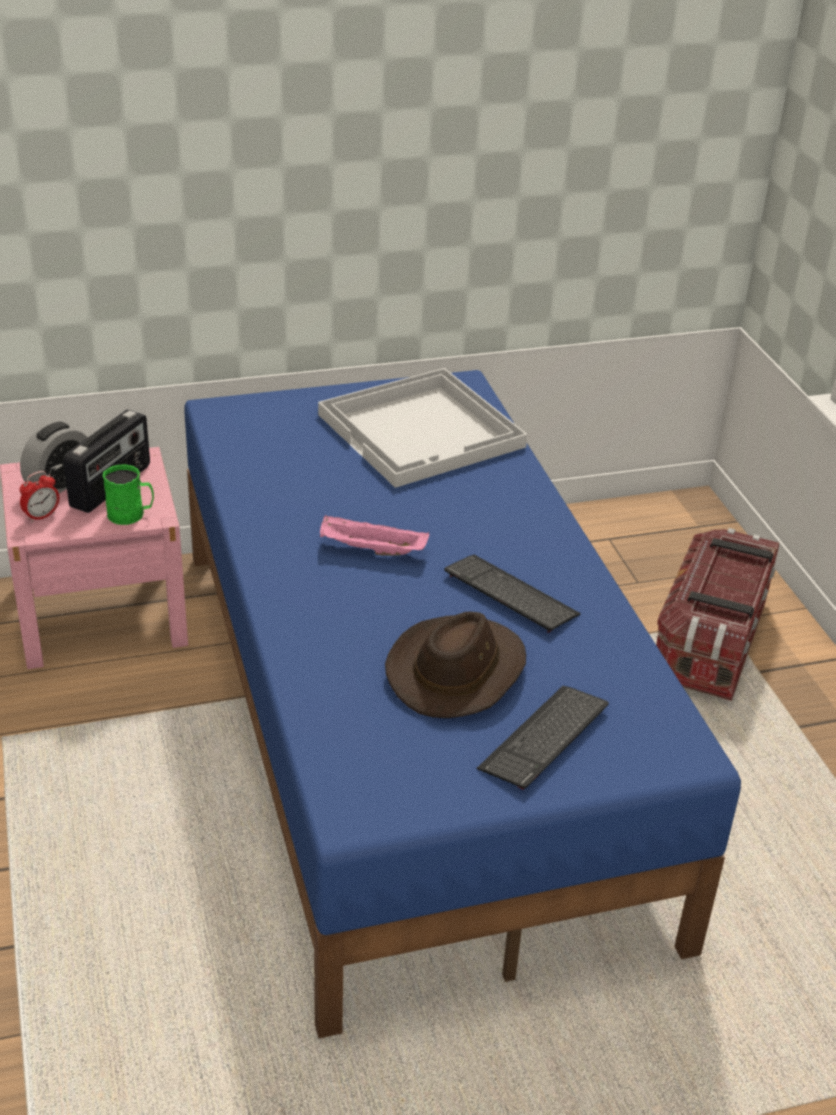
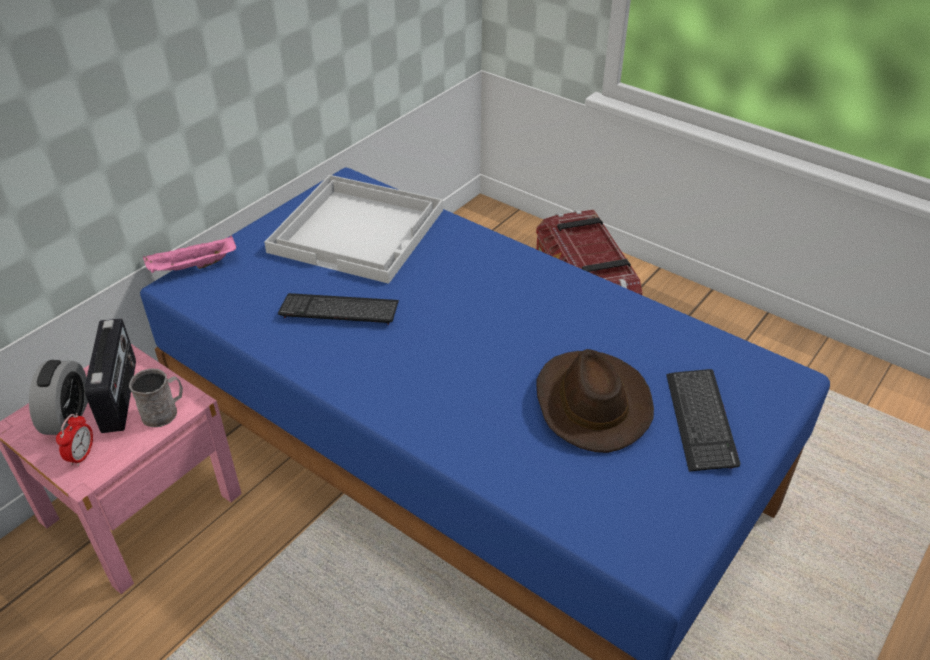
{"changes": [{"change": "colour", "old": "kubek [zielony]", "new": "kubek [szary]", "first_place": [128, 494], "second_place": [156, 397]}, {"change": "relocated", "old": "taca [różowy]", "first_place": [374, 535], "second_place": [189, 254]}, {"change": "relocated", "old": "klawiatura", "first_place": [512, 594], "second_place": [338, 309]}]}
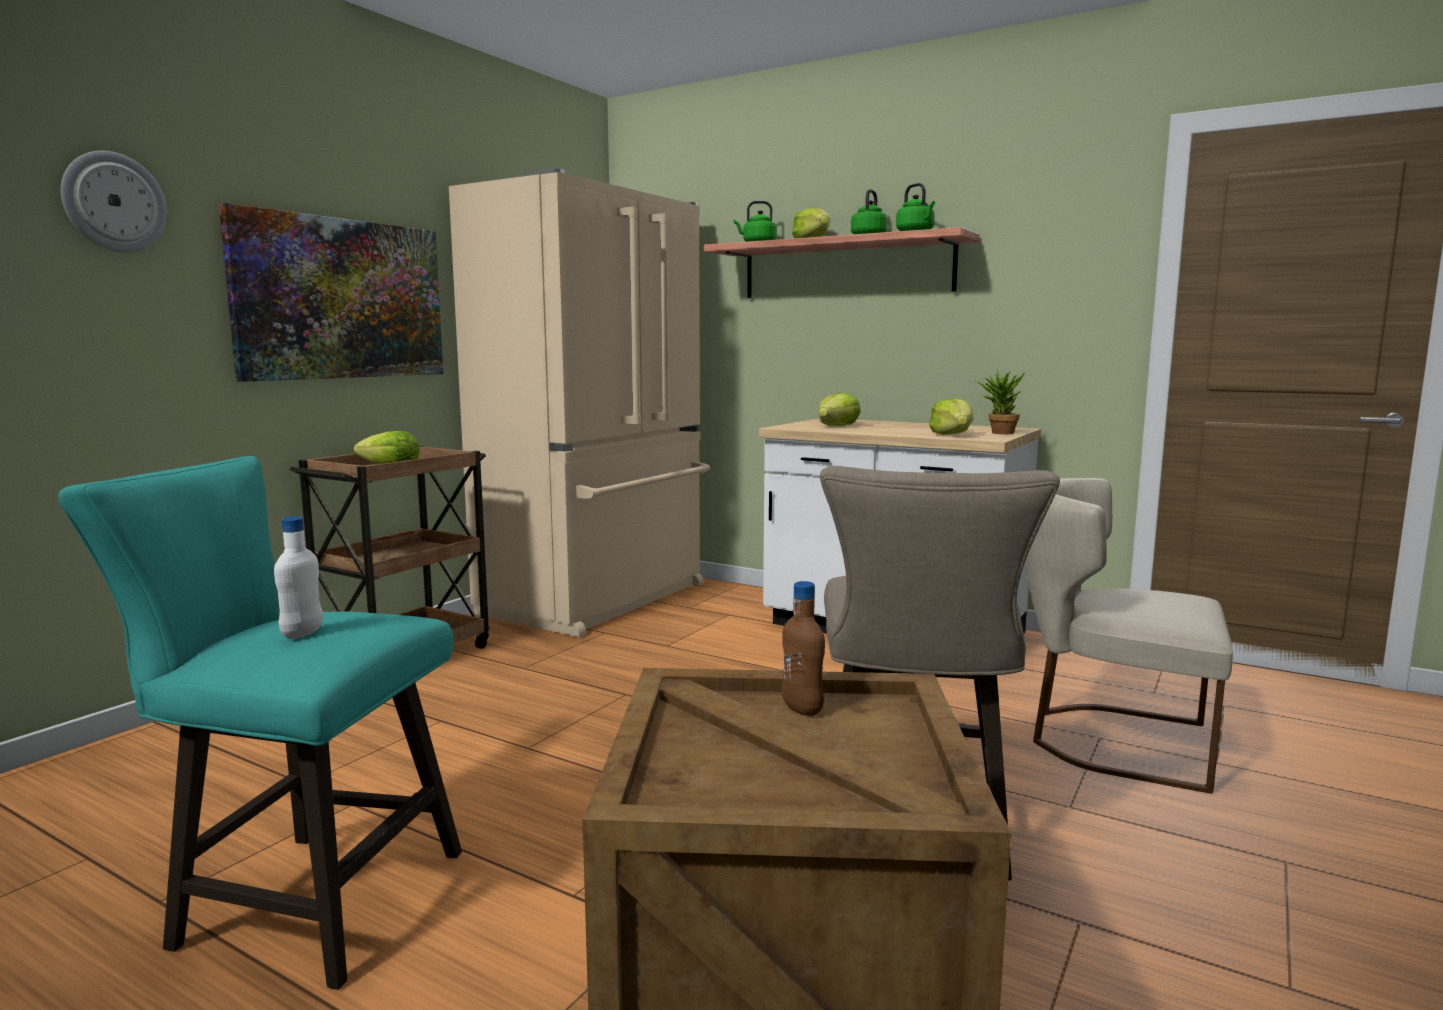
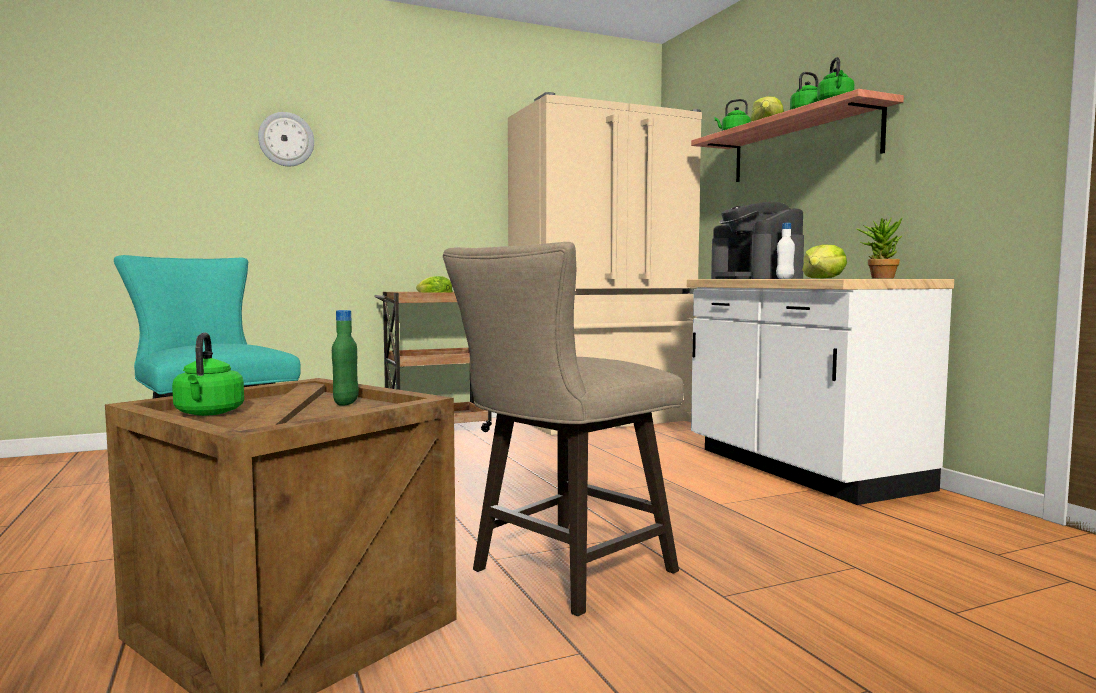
{"changes": [{"change": "missing", "old": "obraz", "first_place": [331, 292]}, {"change": "exchanged", "old": "sałata", "new": "ekspres do kawy", "first_place": [840, 409], "second_place": [757, 240]}, {"change": "missing", "old": "krzesło [beżowy]", "first_place": [1129, 636]}, {"change": "relocated", "old": "butelka [biały]", "first_place": [298, 577], "second_place": [785, 251]}, {"change": "colour", "old": "butelka [brązowy]", "new": "butelka [zielony]", "first_place": [803, 648], "second_place": [345, 358]}, {"change": "appeared", "new": "czajnik [zielony]", "second_place": [208, 374]}]}
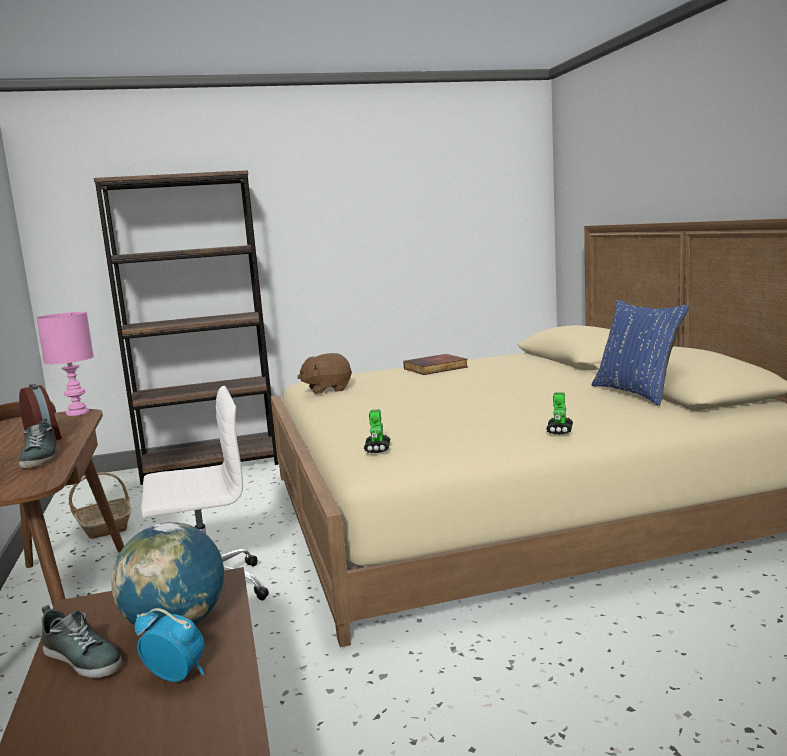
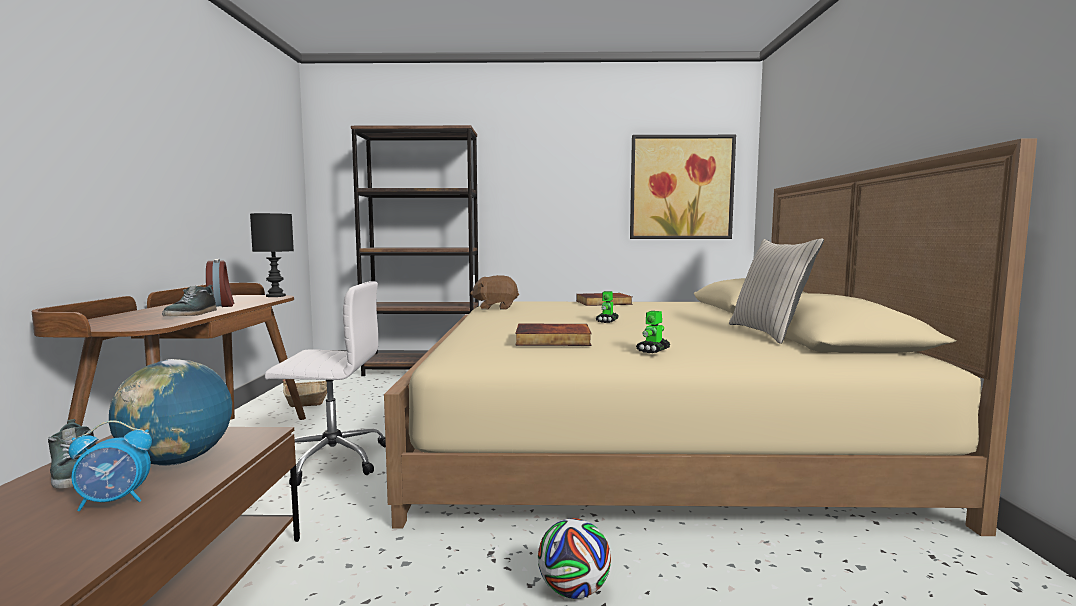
{"changes": [{"change": "colour", "old": "poduszka [niebieski]", "new": "poduszka [beżowy]", "first_place": [640, 352], "second_place": [776, 291]}, {"change": "colour", "old": "lampa stołowa [różowy]", "new": "lampa stołowa [czarny]", "first_place": [65, 364], "second_place": [272, 255]}, {"change": "relocated", "old": "robot zabawkowy", "first_place": [377, 431], "second_place": [607, 307]}, {"change": "spun", "old": "budzik", "first_place": [169, 645], "second_place": [110, 465], "degrees": 120}, {"change": "appeared", "new": "obraz", "second_place": [683, 187]}, {"change": "appeared", "new": "książka", "second_place": [553, 335]}, {"change": "appeared", "new": "piłka futbolowa", "second_place": [574, 558]}]}
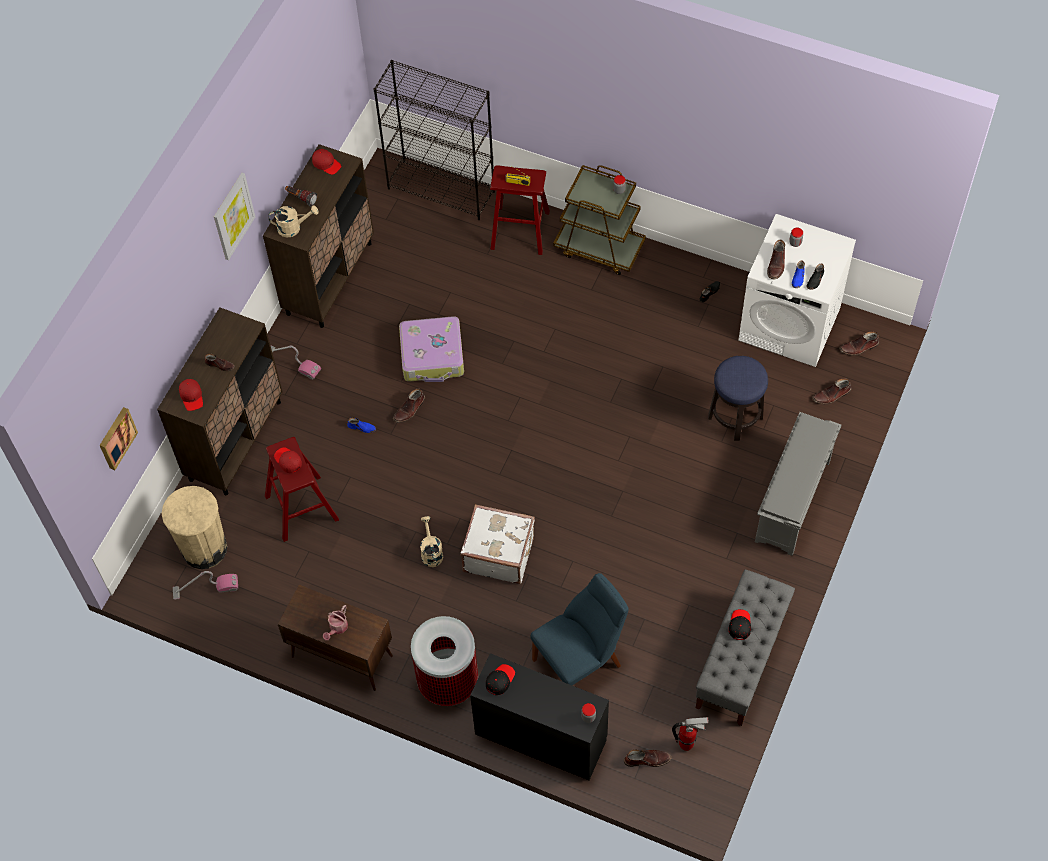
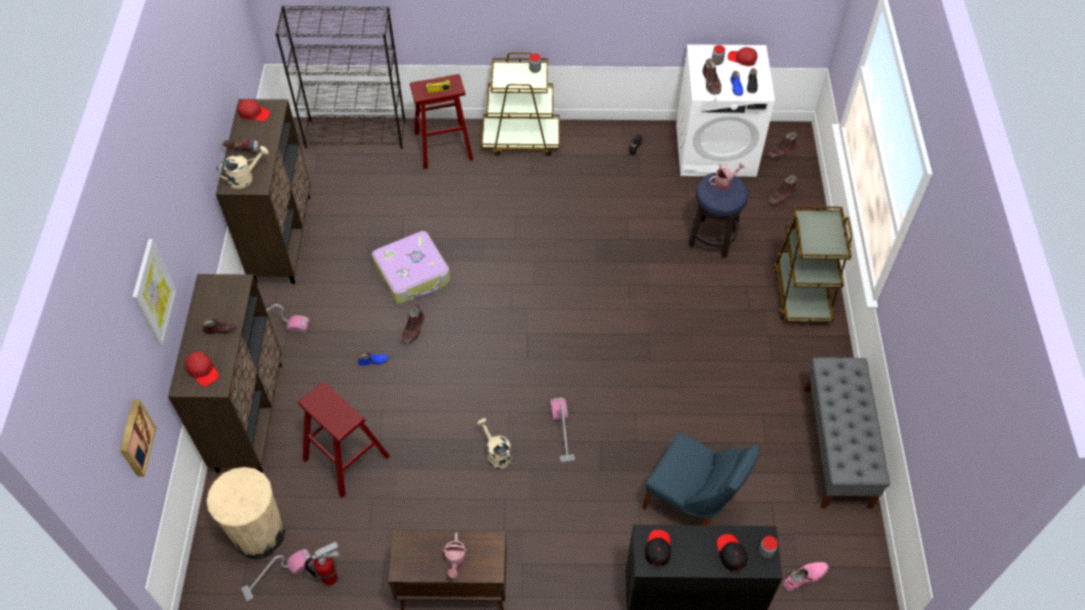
{"changes": [{"change": "relocated", "old": "obraz", "first_place": [234, 216], "second_place": [154, 292]}, {"change": "exchanged", "old": "regał na buty [szary]", "new": "wózek [brązowy]", "first_place": [798, 484], "second_place": [813, 264]}, {"change": "relocated", "old": "czapka z daszkiem [czerwony]", "first_place": [288, 460], "second_place": [743, 56]}, {"change": "exchanged", "old": "walizka [biały]", "new": "odkurzacz", "first_place": [497, 544], "second_place": [562, 430]}, {"change": "spun", "old": "krzesło [niebieski]", "first_place": [580, 629], "second_place": [701, 478], "degrees": 90}, {"change": "relocated", "old": "czapka z daszkiem [czarny]", "first_place": [740, 624], "second_place": [732, 552]}, {"change": "missing", "old": "kosz na śmieci", "first_place": [444, 661]}, {"change": "relocated", "old": "gaśnica", "first_place": [690, 734], "second_place": [323, 563]}, {"change": "colour", "old": "but z cholewką [brązowy]", "new": "but z cholewką [różowy]", "first_place": [647, 758], "second_place": [806, 576]}, {"change": "appeared", "new": "konewka", "second_place": [727, 176]}]}
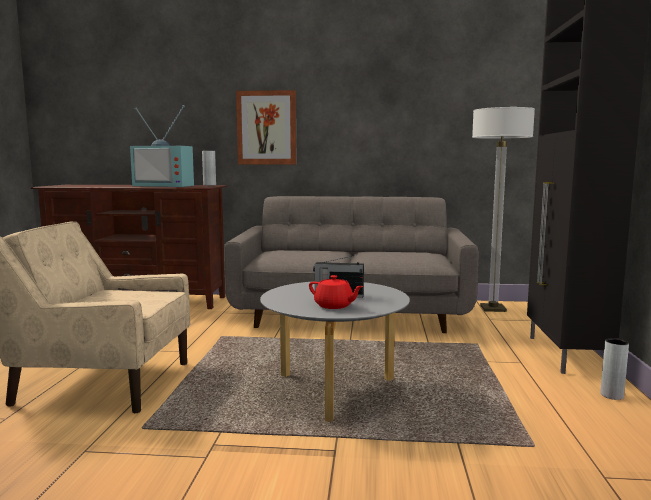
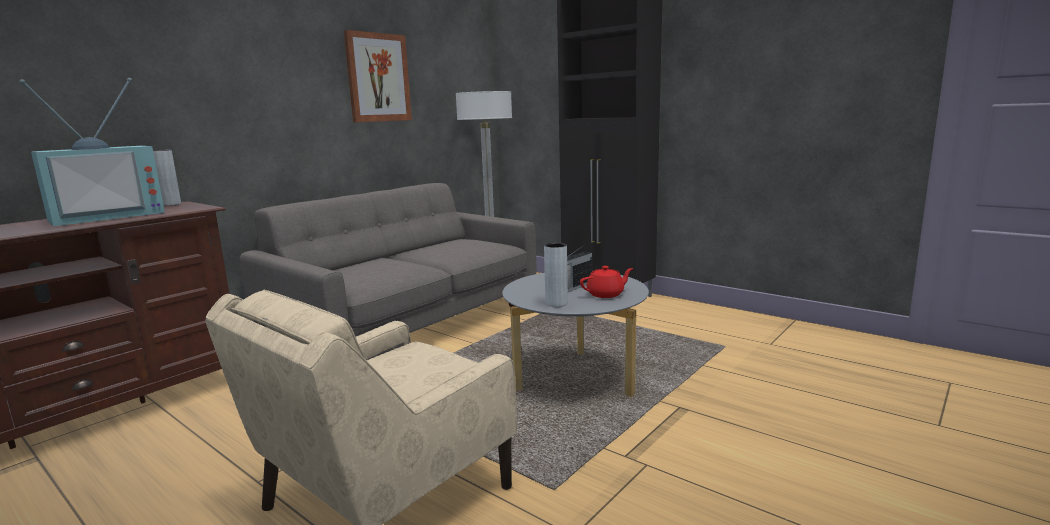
{"changes": [{"change": "relocated", "old": "obraz", "first_place": [266, 127], "second_place": [378, 76]}, {"change": "relocated", "old": "wazon [szary]", "first_place": [614, 369], "second_place": [556, 275]}]}
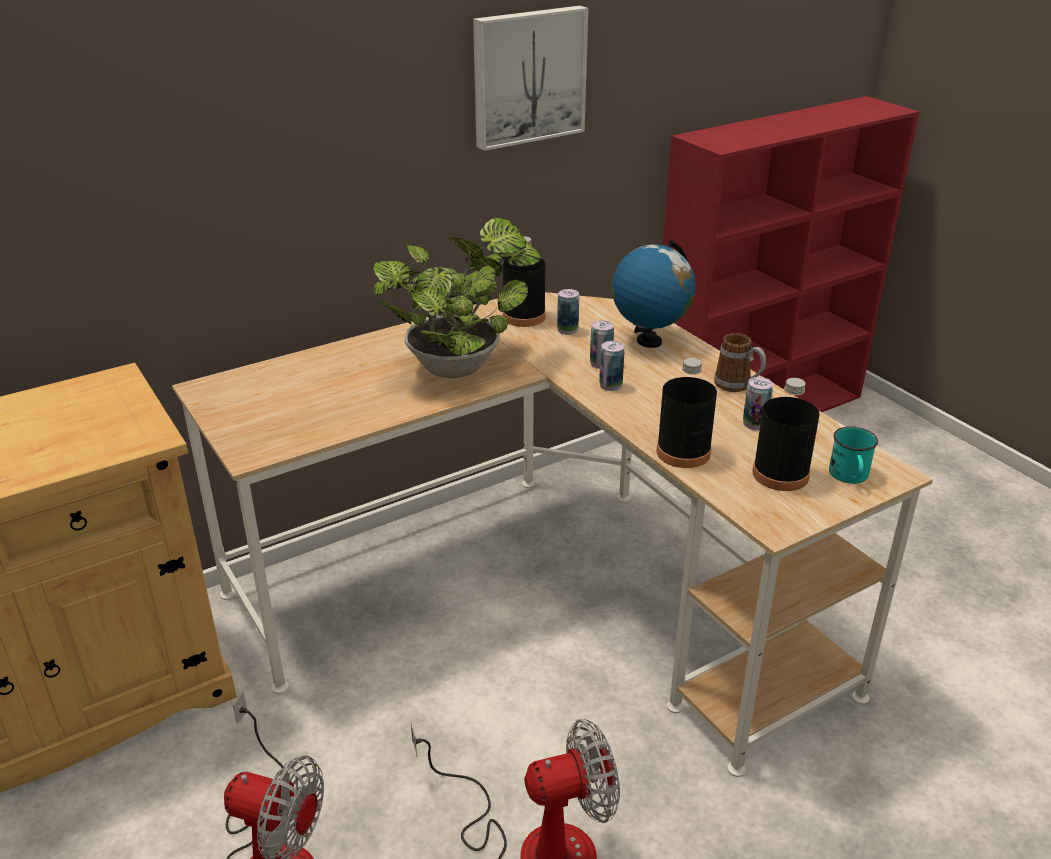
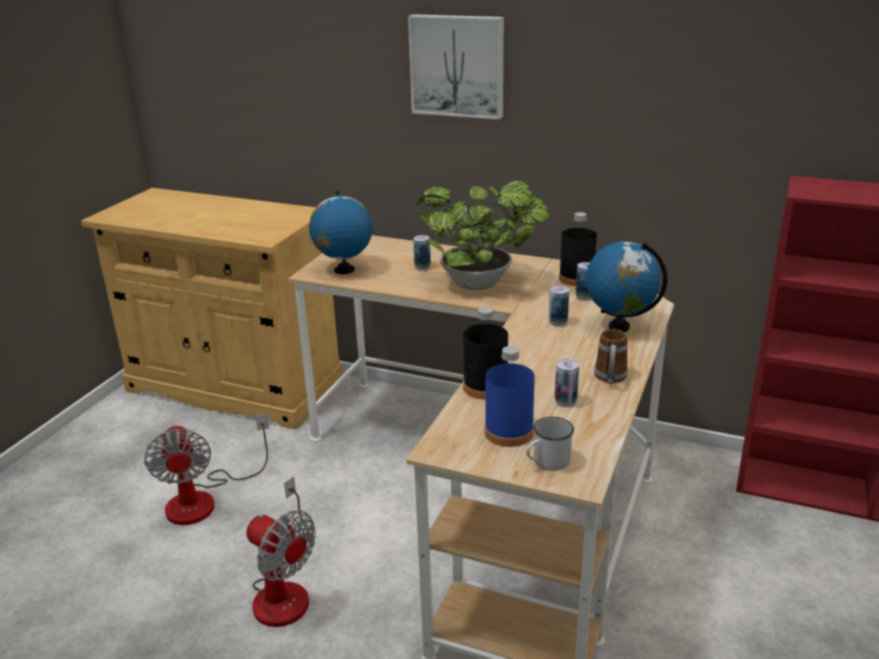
{"changes": [{"change": "relocated", "old": "obraz", "first_place": [530, 78], "second_place": [456, 67]}, {"change": "relocated", "old": "puszka", "first_place": [612, 366], "second_place": [422, 253]}, {"change": "colour", "old": "butelka [czarny]", "new": "butelka [niebieski]", "first_place": [786, 434], "second_place": [510, 396]}, {"change": "colour", "old": "kubek [turkusowy]", "new": "kubek [biały]", "first_place": [853, 455], "second_place": [550, 444]}, {"change": "appeared", "new": "globus", "second_place": [340, 232]}]}
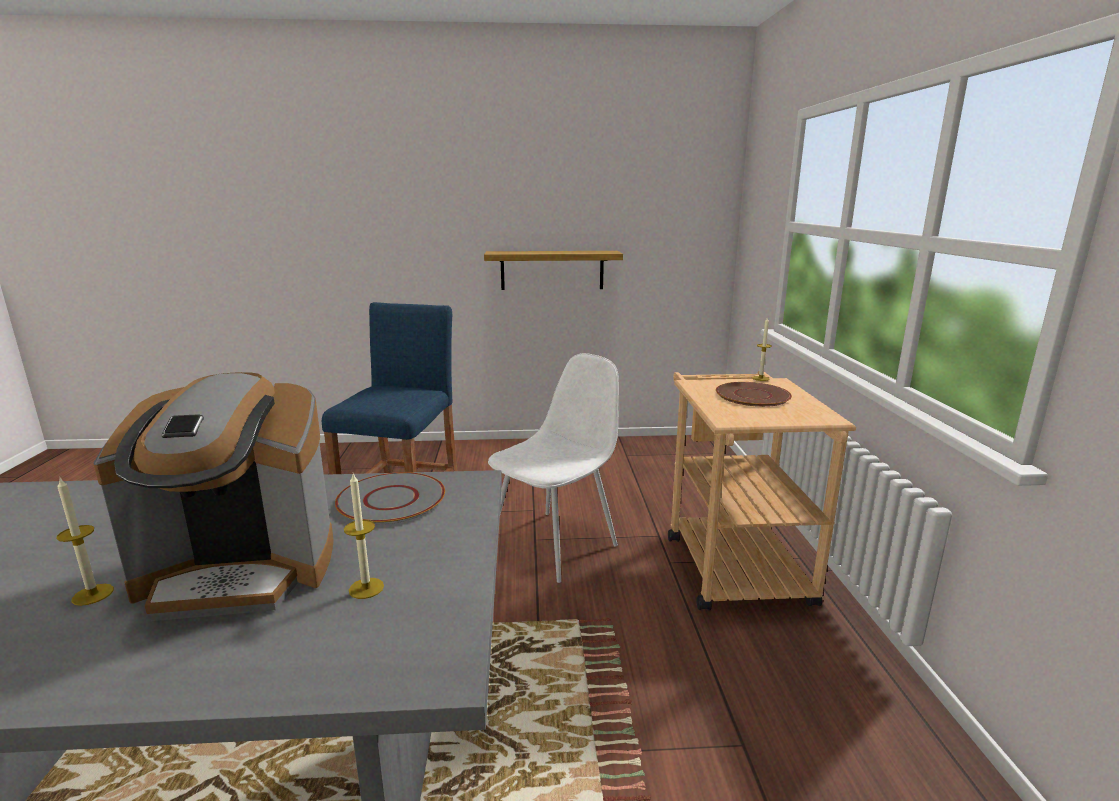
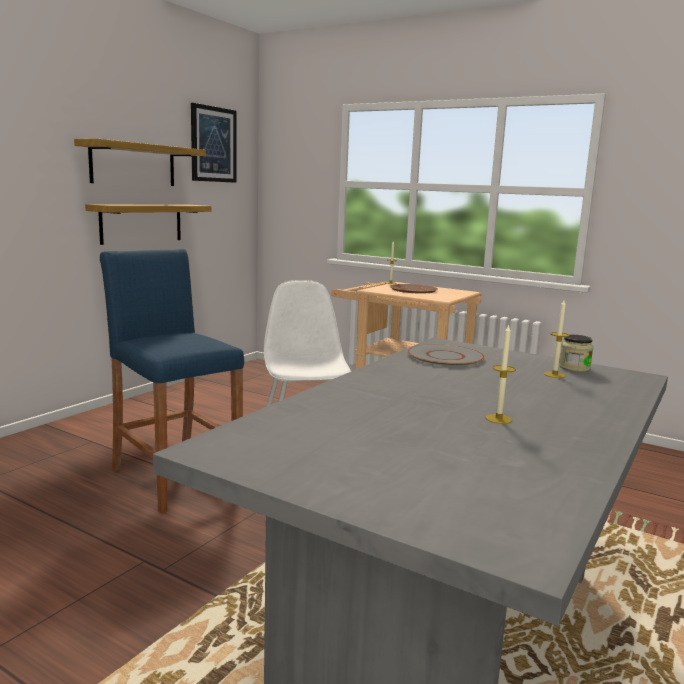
{"changes": [{"change": "missing", "old": "ekspres do kawy", "first_place": [213, 496]}, {"change": "appeared", "new": "obraz", "second_place": [213, 143]}, {"change": "appeared", "new": "półka", "second_place": [140, 162]}, {"change": "appeared", "new": "słoik", "second_place": [576, 353]}]}
